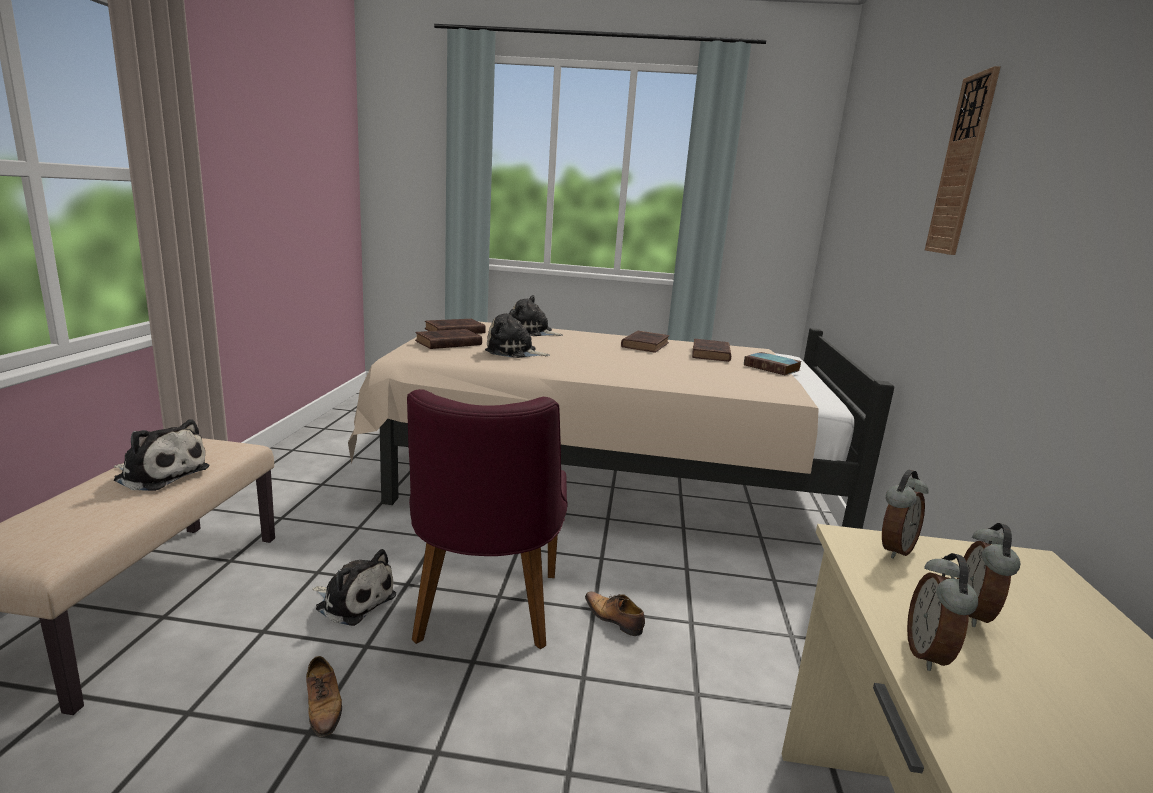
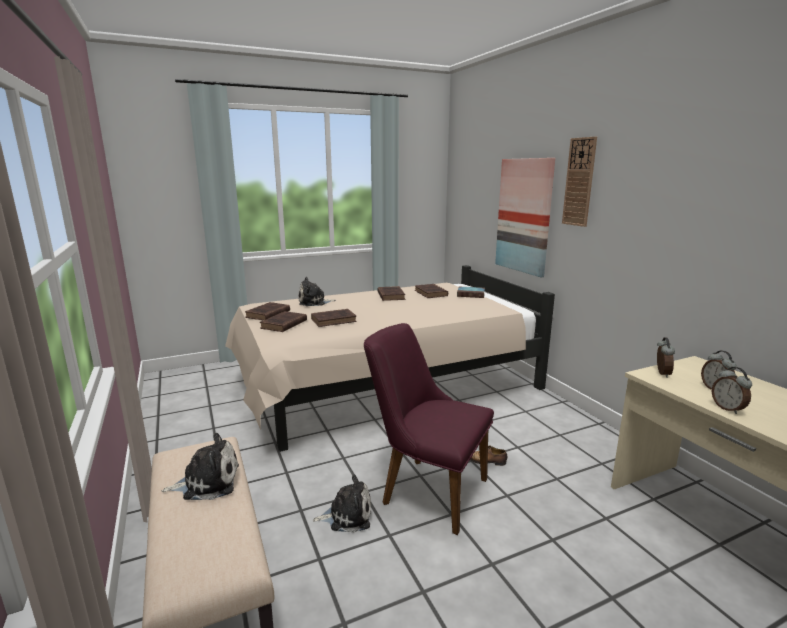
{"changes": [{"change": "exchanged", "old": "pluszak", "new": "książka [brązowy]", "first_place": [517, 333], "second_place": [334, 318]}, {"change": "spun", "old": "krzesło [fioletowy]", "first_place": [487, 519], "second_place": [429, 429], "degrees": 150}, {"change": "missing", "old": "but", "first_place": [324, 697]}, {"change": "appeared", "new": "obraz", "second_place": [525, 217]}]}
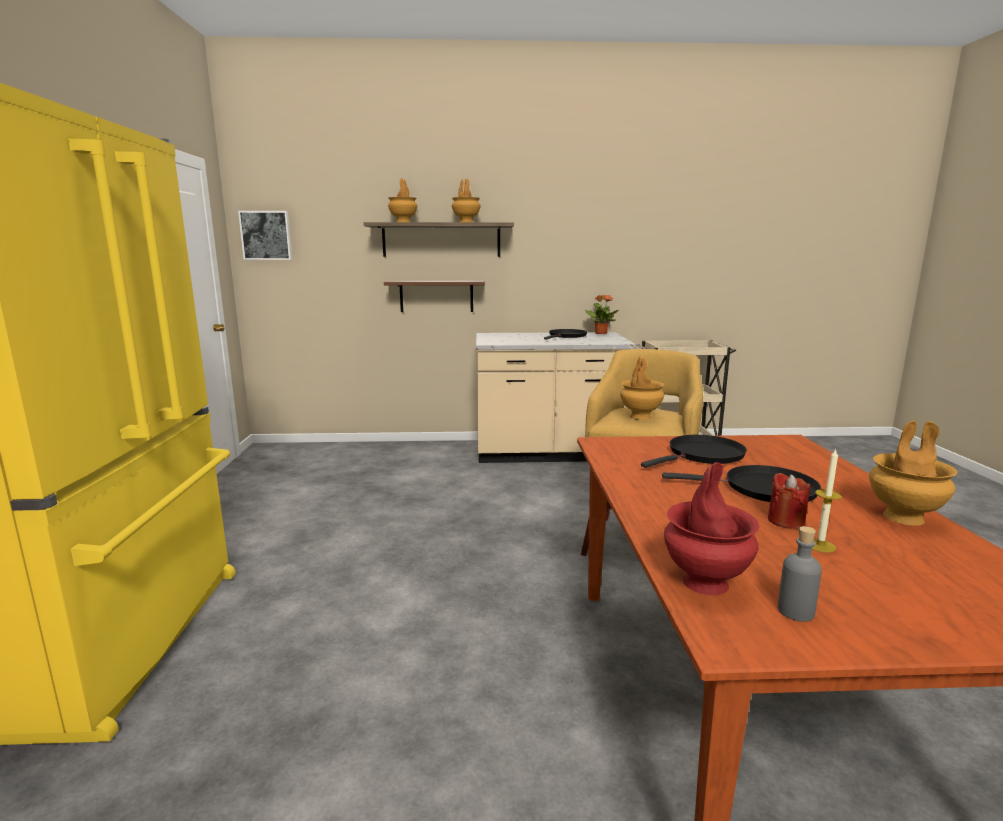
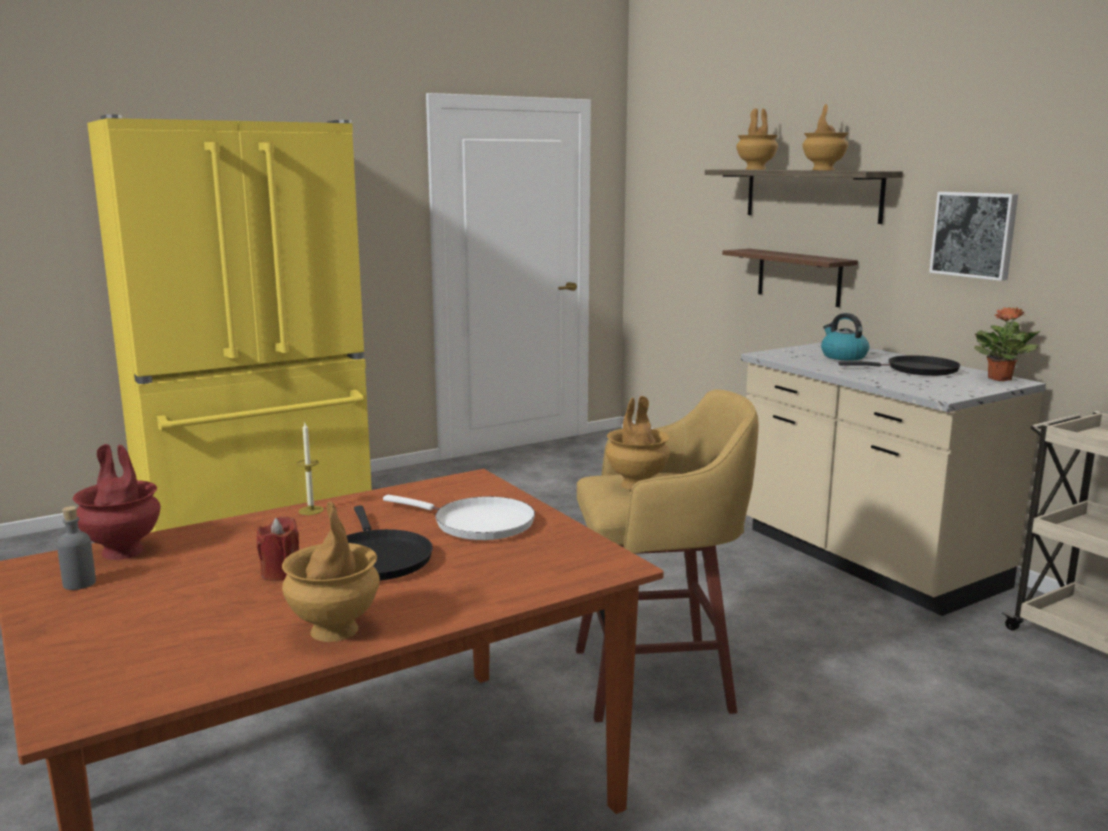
{"changes": [{"change": "relocated", "old": "obraz", "first_place": [265, 235], "second_place": [973, 236]}, {"change": "colour", "old": "patelnia [czarny]", "new": "patelnia [biały]", "first_place": [694, 451], "second_place": [459, 517]}, {"change": "relocated", "old": "świeca", "first_place": [827, 501], "second_place": [310, 469]}, {"change": "appeared", "new": "czajnik", "second_place": [845, 337]}]}
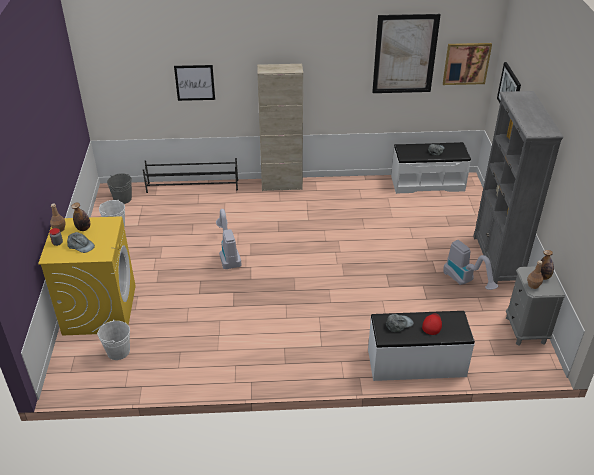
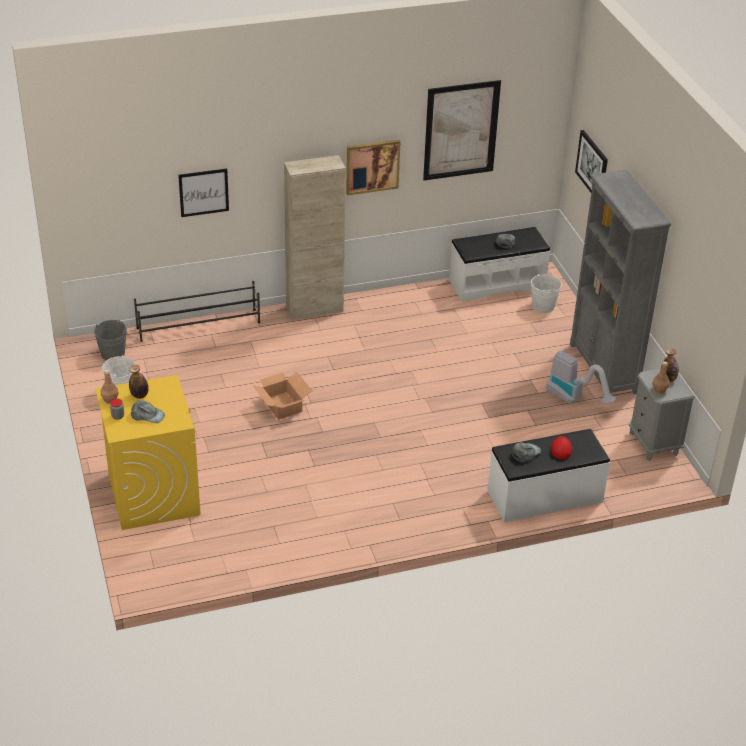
{"changes": [{"change": "relocated", "old": "obraz", "first_place": [467, 64], "second_place": [373, 168]}, {"change": "exchanged", "old": "odkurzacz", "new": "karton", "first_place": [229, 239], "second_place": [282, 396]}, {"change": "relocated", "old": "wiadro [biały]", "first_place": [113, 339], "second_place": [546, 293]}]}
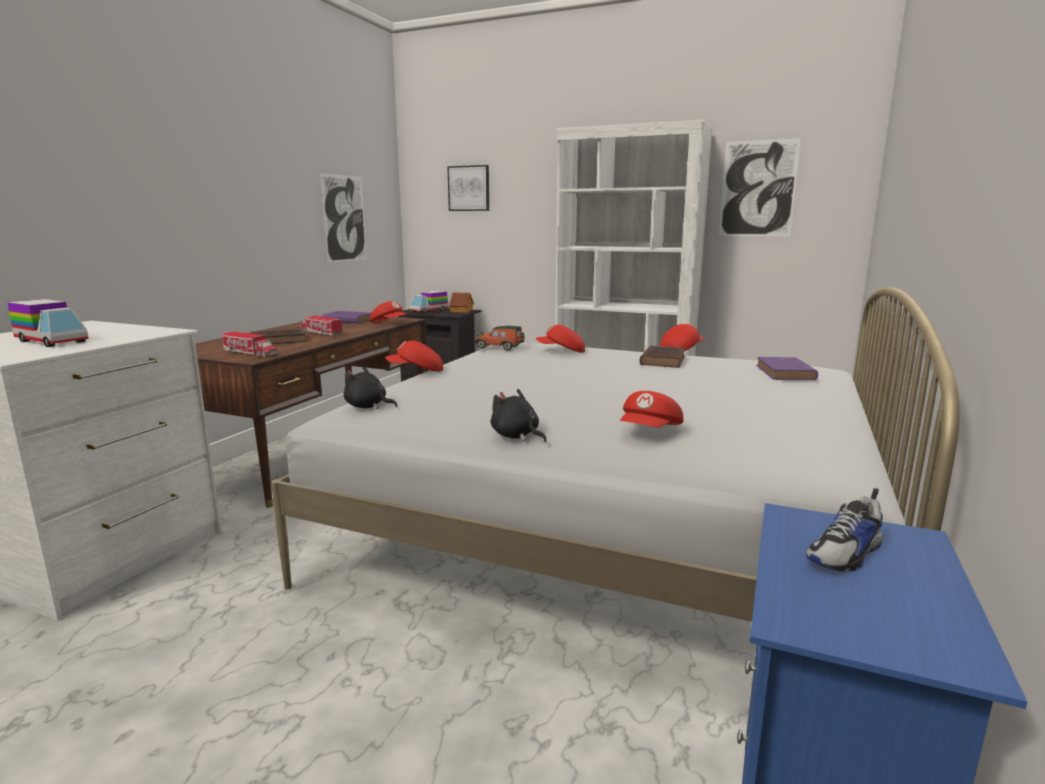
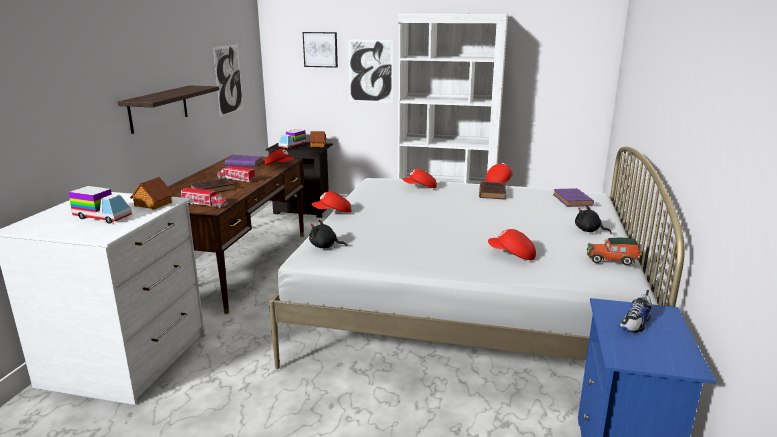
{"changes": [{"change": "relocated", "old": "obraz", "first_place": [760, 187], "second_place": [370, 71]}, {"change": "relocated", "old": "samochodzik", "first_place": [500, 338], "second_place": [614, 251]}, {"change": "relocated", "old": "pluszak [czarny]", "first_place": [519, 415], "second_place": [593, 219]}, {"change": "spun", "old": "czapka z daszkiem [czerwony]", "first_place": [652, 409], "second_place": [512, 244], "degrees": 90}, {"change": "appeared", "new": "półka", "second_place": [168, 109]}, {"change": "appeared", "new": "domek", "second_place": [152, 193]}]}
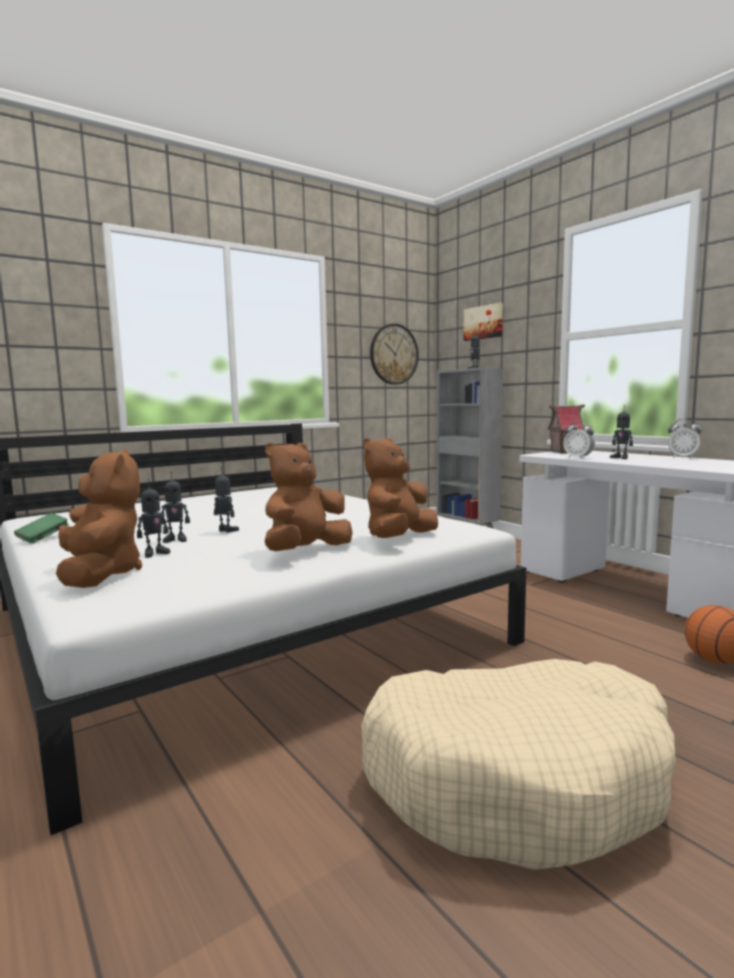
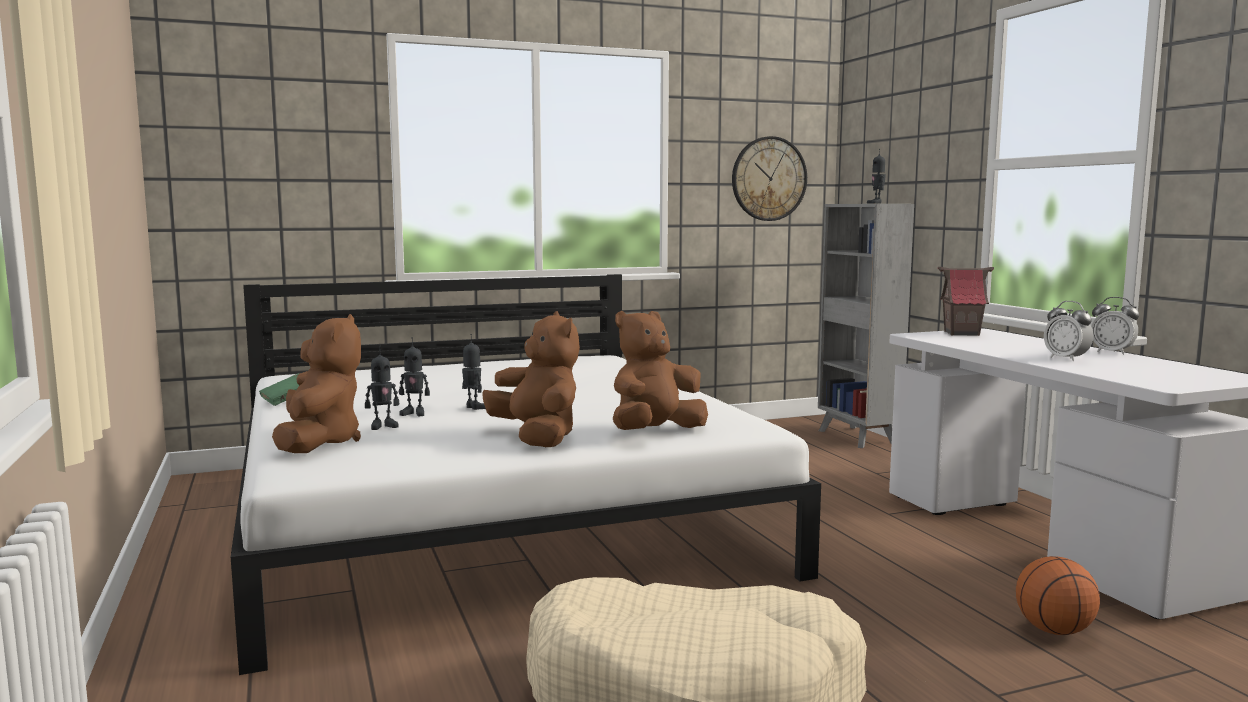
{"changes": [{"change": "missing", "old": "obraz", "first_place": [483, 322]}, {"change": "missing", "old": "robot zabawkowy", "first_place": [621, 432]}, {"change": "relocated", "old": "budzik", "first_place": [579, 439], "second_place": [1068, 331]}, {"change": "spun", "old": "pluszak [brązowy]", "first_place": [309, 497], "second_place": [531, 379], "degrees": 90}]}
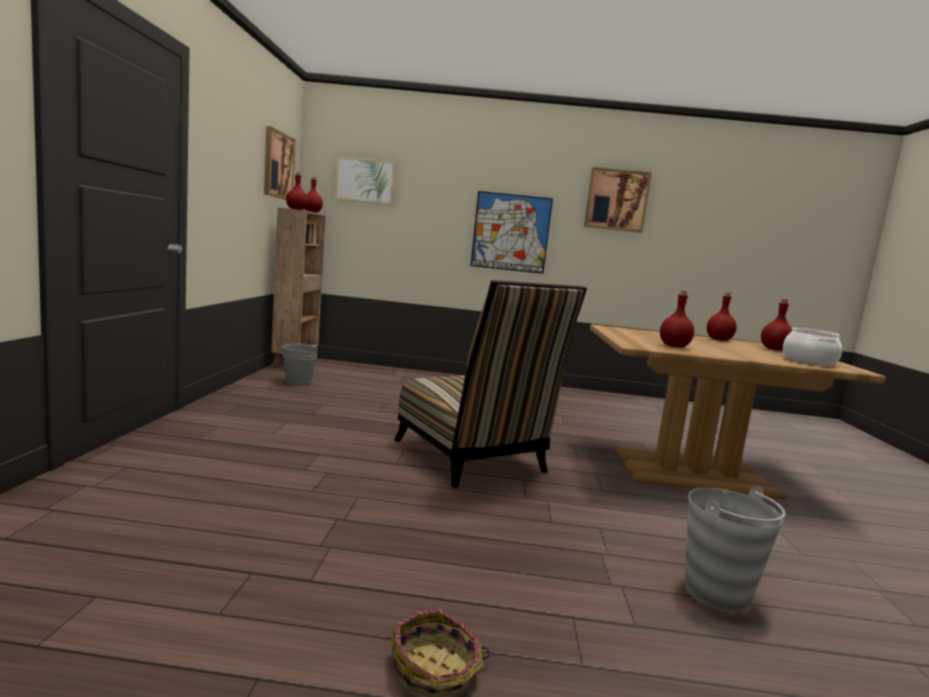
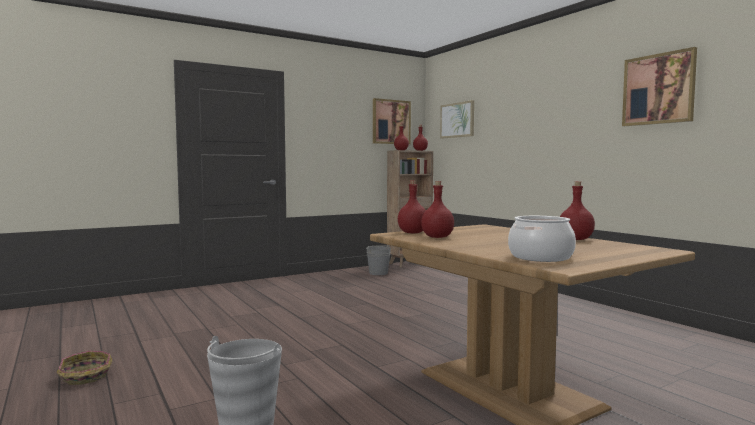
{"changes": [{"change": "missing", "old": "obraz", "first_place": [511, 232]}, {"change": "missing", "old": "krzesło", "first_place": [490, 384]}, {"change": "relocated", "old": "butelka [czerwony]", "first_place": [776, 324], "second_place": [412, 206]}]}
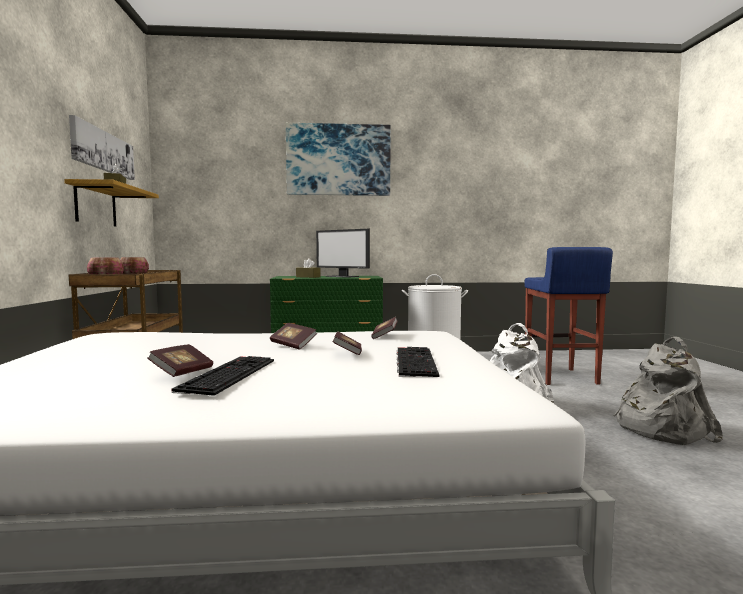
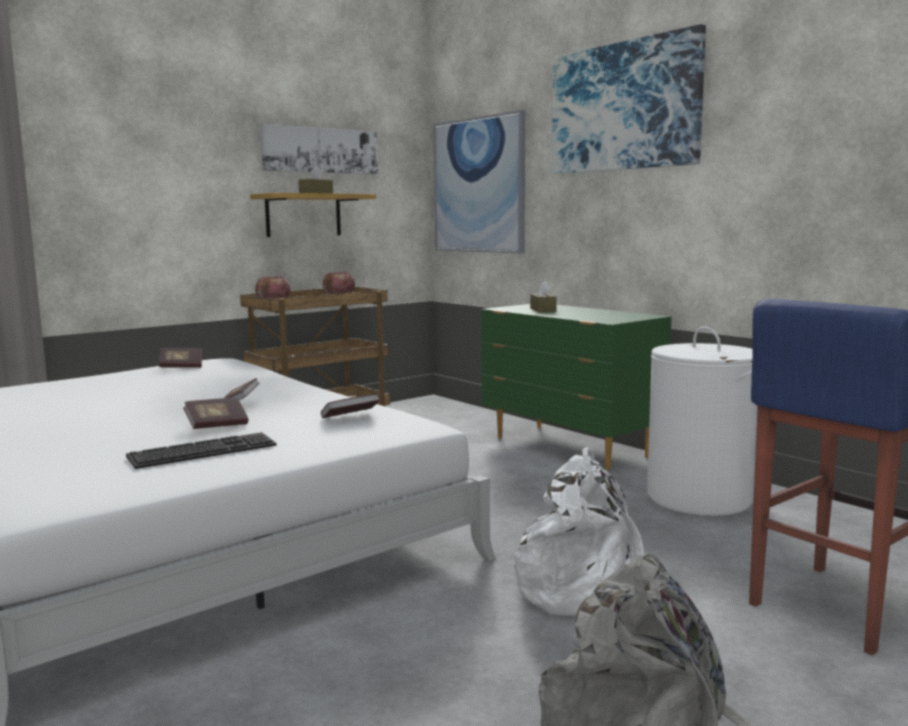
{"changes": [{"change": "missing", "old": "monitor", "first_place": [343, 253]}, {"change": "relocated", "old": "książka", "first_place": [180, 360], "second_place": [180, 358]}, {"change": "missing", "old": "klawiatura", "first_place": [223, 376]}, {"change": "appeared", "new": "obraz", "second_place": [479, 181]}]}
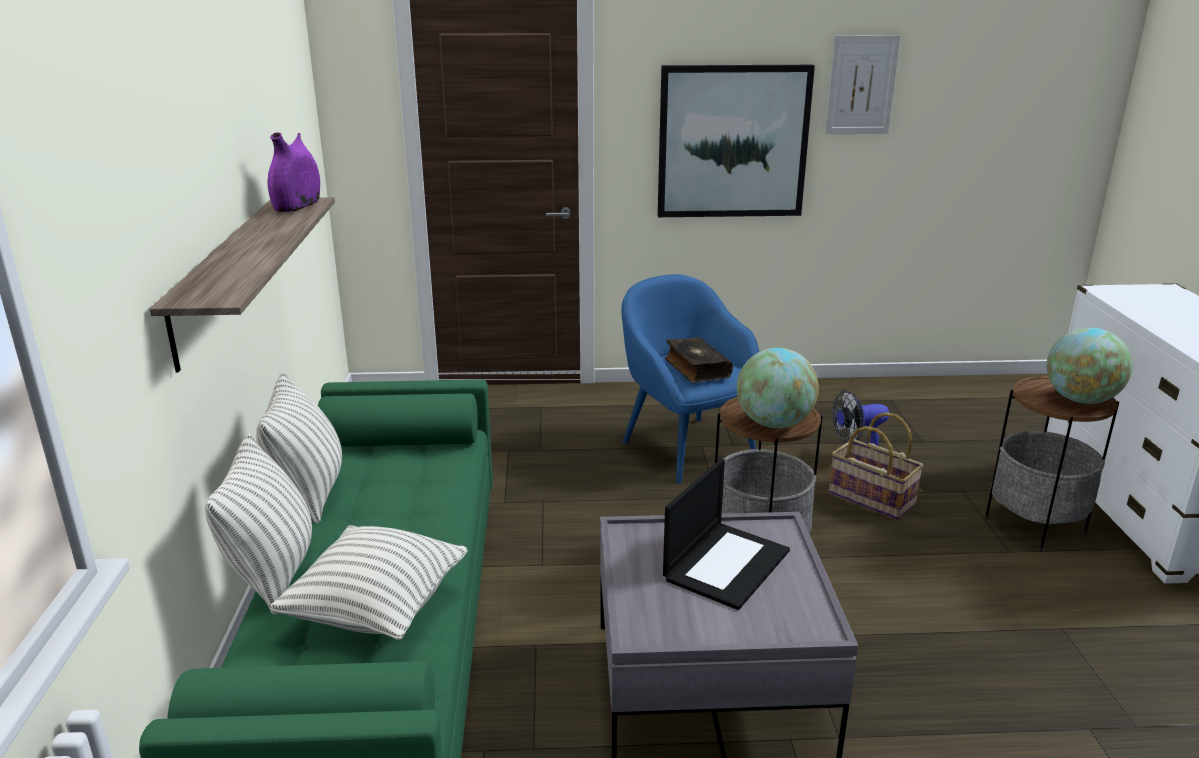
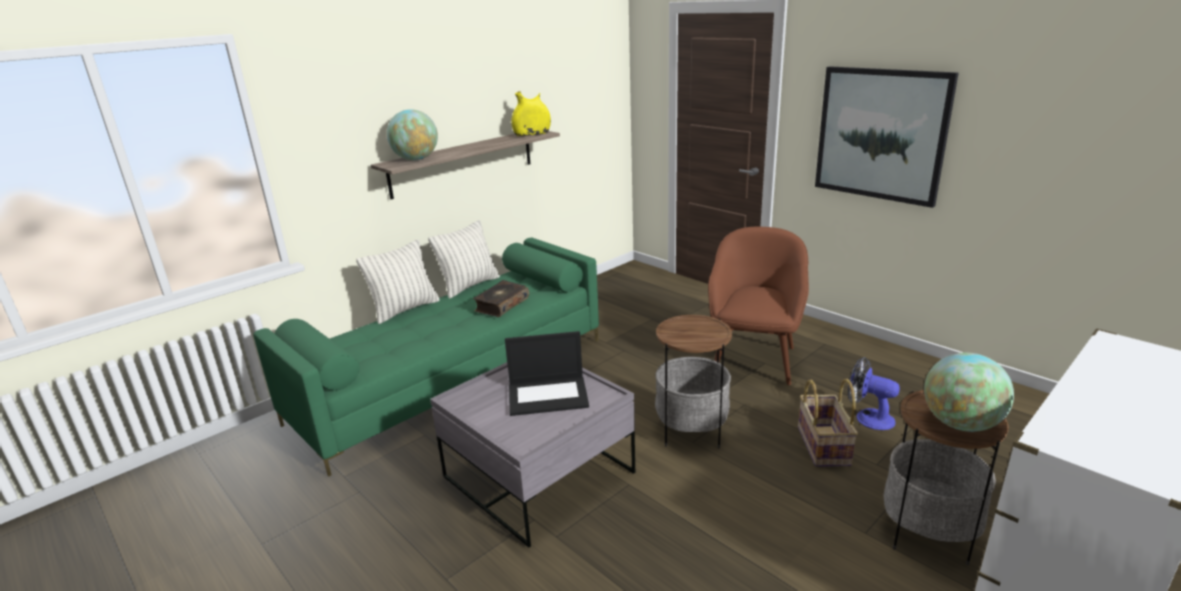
{"changes": [{"change": "missing", "old": "obraz", "first_place": [863, 84]}, {"change": "colour", "old": "wazon [fioletowy]", "new": "wazon [żółty]", "first_place": [294, 172], "second_place": [531, 113]}, {"change": "colour", "old": "fotel [niebieski]", "new": "fotel [brązowy]", "first_place": [690, 378], "second_place": [758, 306]}, {"change": "relocated", "old": "książka", "first_place": [699, 360], "second_place": [501, 298]}, {"change": "relocated", "old": "globus", "first_place": [778, 388], "second_place": [412, 134]}, {"change": "missing", "old": "poduszka", "first_place": [368, 582]}]}
